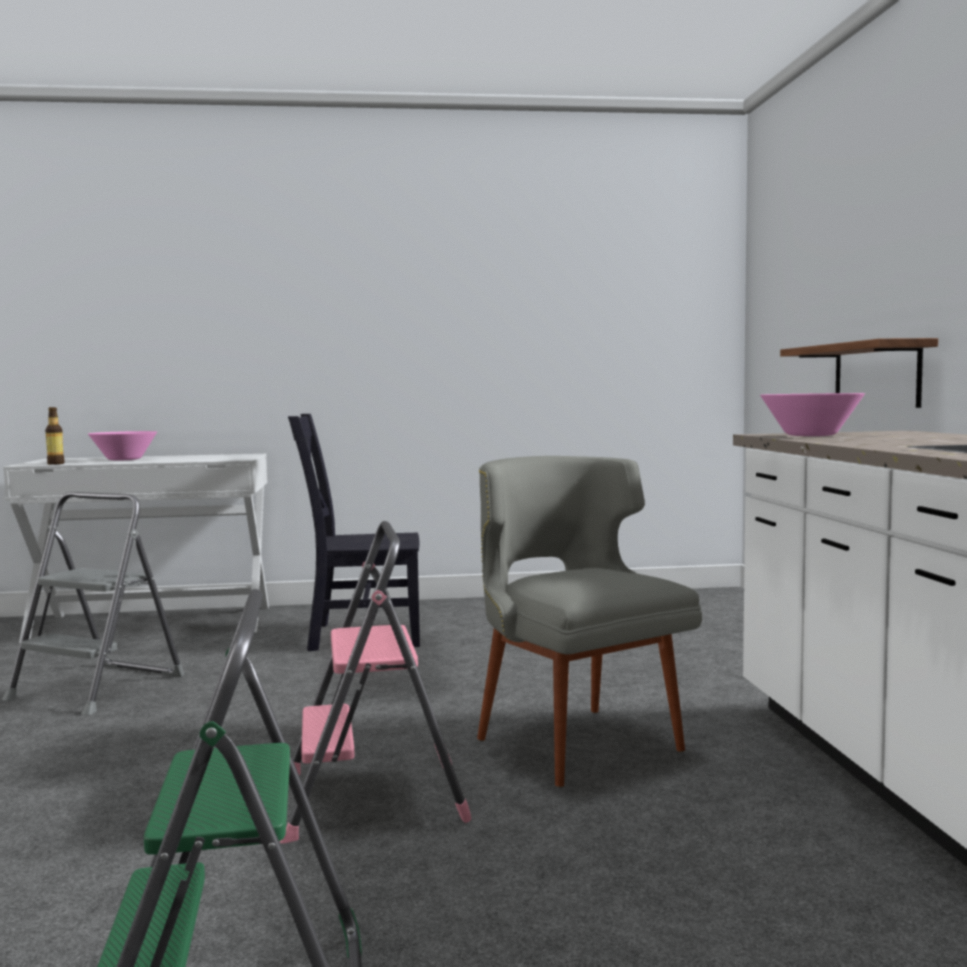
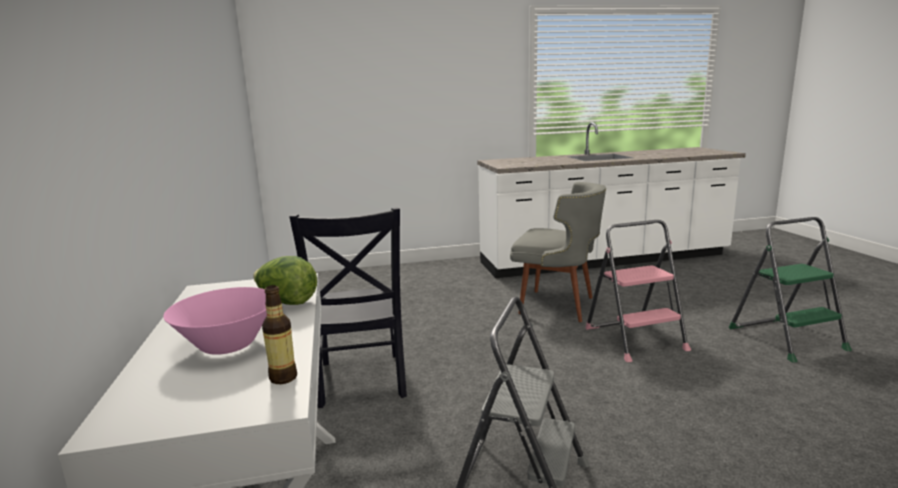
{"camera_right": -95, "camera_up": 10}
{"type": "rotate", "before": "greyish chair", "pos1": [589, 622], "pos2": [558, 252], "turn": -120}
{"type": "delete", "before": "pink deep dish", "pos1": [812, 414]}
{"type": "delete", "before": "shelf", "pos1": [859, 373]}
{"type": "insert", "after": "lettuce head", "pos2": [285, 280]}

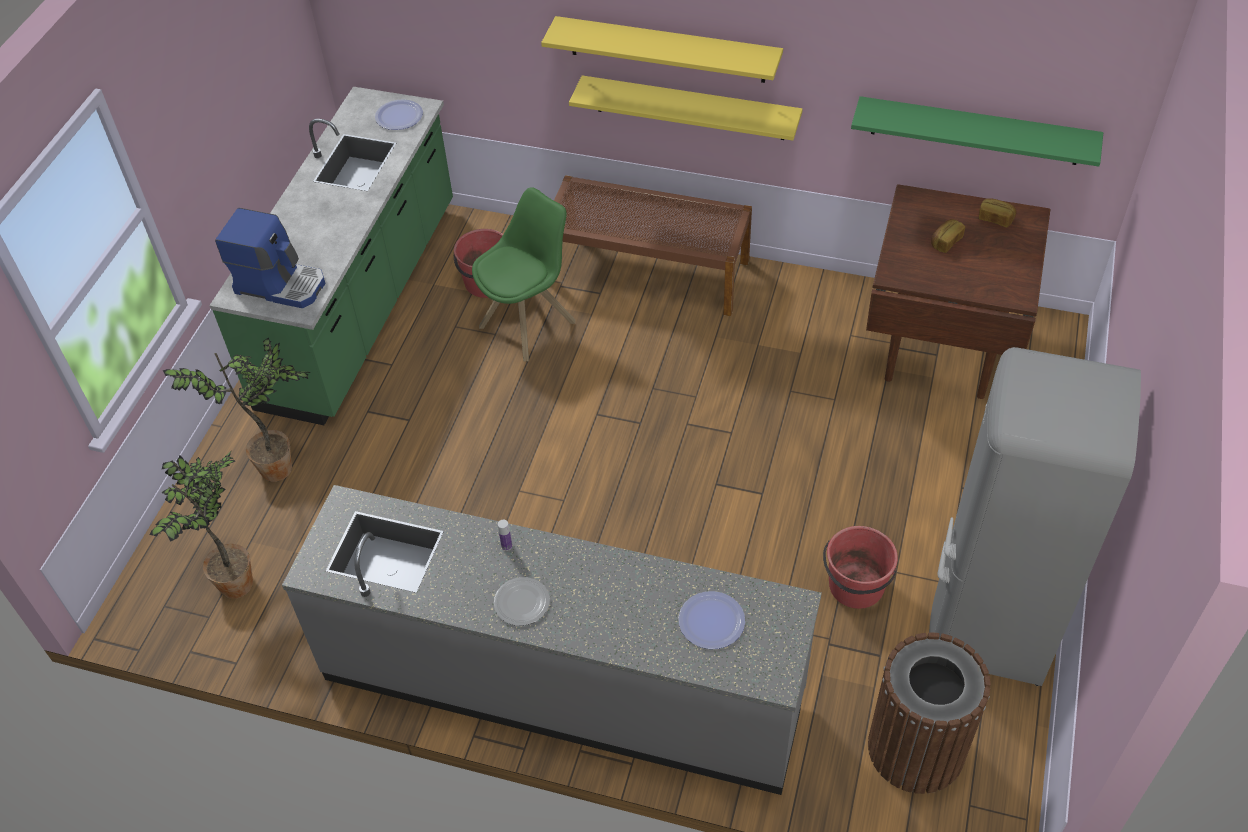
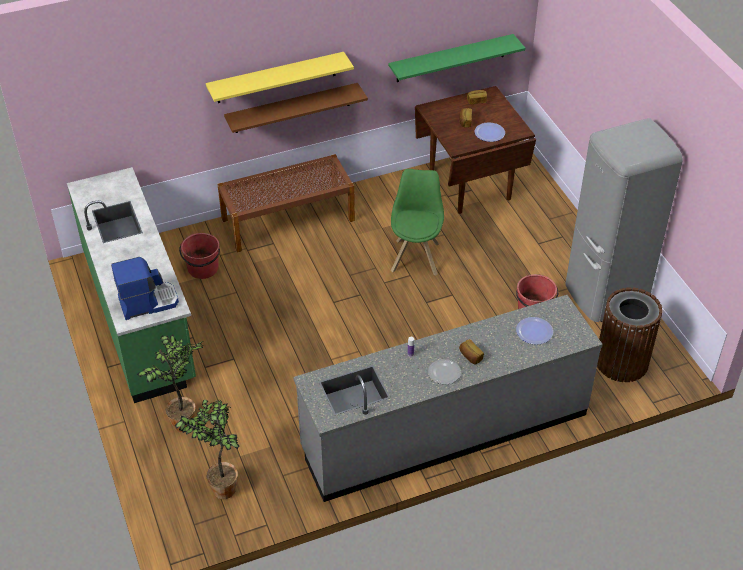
{"camera_right": -40, "camera_up": -5}
{"type": "move", "before": "plate", "pos1": [399, 114], "pos2": [490, 132]}
{"type": "move", "before": "greenish chair", "pos1": [524, 274], "pos2": [417, 222]}
{"type": "recolor", "before": "yellow shelf", "after": "brown-coloured shelf", "pos1": [686, 107], "pos2": [296, 108]}
{"type": "insert", "after": "bakery bread", "pos2": [471, 351]}

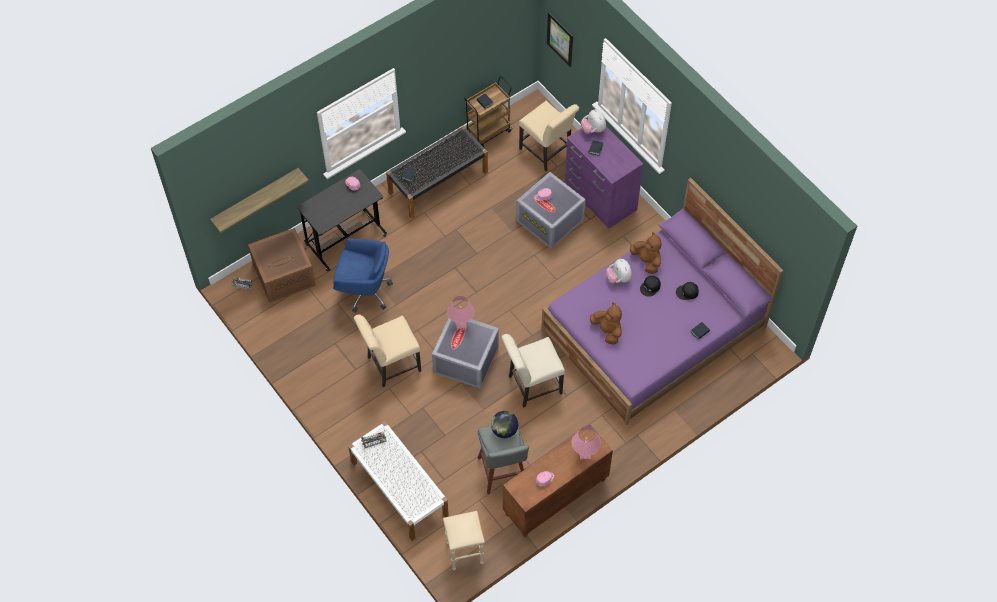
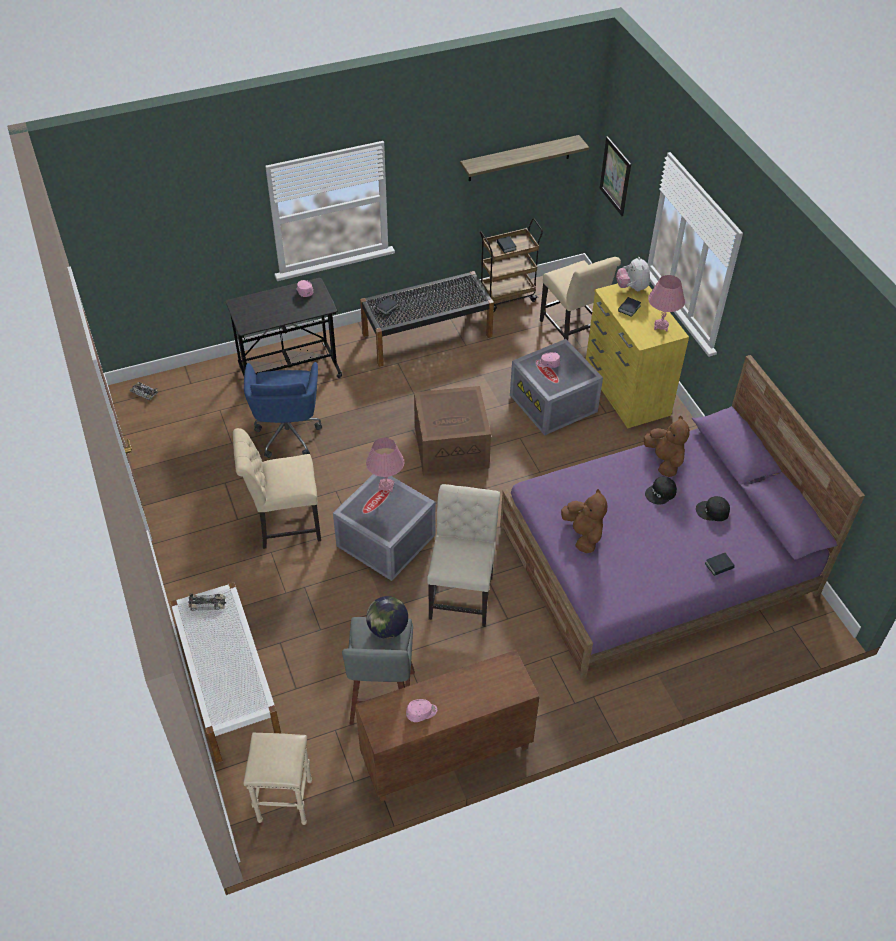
{"camera_right": 15, "camera_up": -10}
{"type": "move", "before": "shelf", "pos1": [259, 200], "pos2": [524, 158]}
{"type": "move", "before": "brown-coloured storage box", "pos1": [282, 265], "pos2": [452, 430]}
{"type": "rotate", "before": "blue-coloured computer chair", "pos1": [363, 275], "pos2": [283, 410], "turn": 60}
{"type": "rotate", "before": "beige chair", "pos1": [533, 371], "pos2": [463, 555], "turn": 105}
{"type": "recolor", "before": "purple-coloured chest of drawers", "after": "yellow chest of drawers", "pos1": [604, 178], "pos2": [637, 356]}
{"type": "move", "before": "pink table lamp", "pos1": [586, 443], "pos2": [666, 303]}
{"type": "delete", "before": "soft toy", "pos1": [619, 271]}

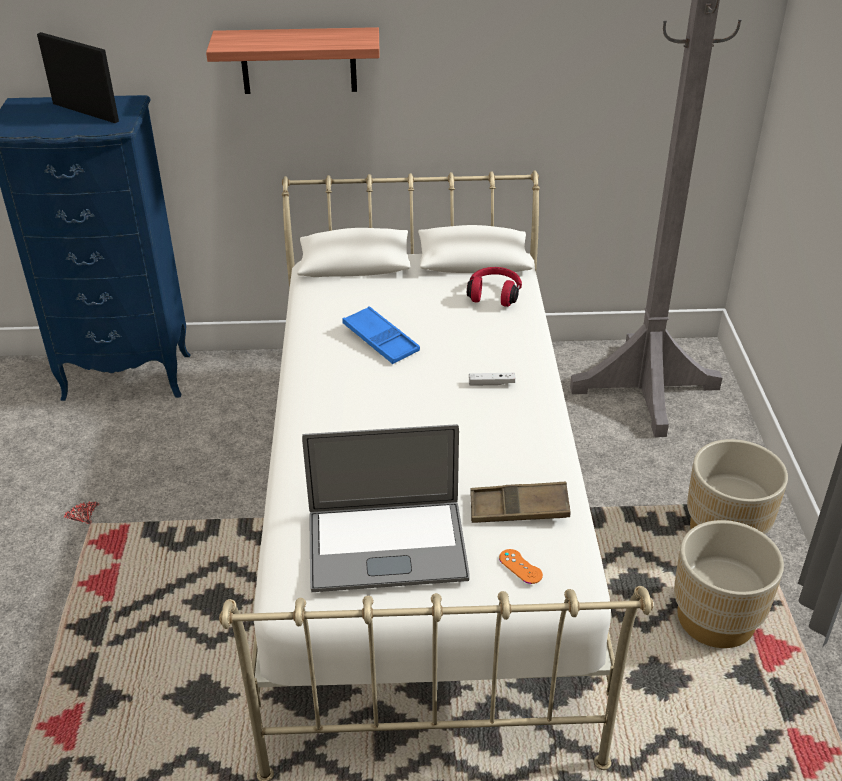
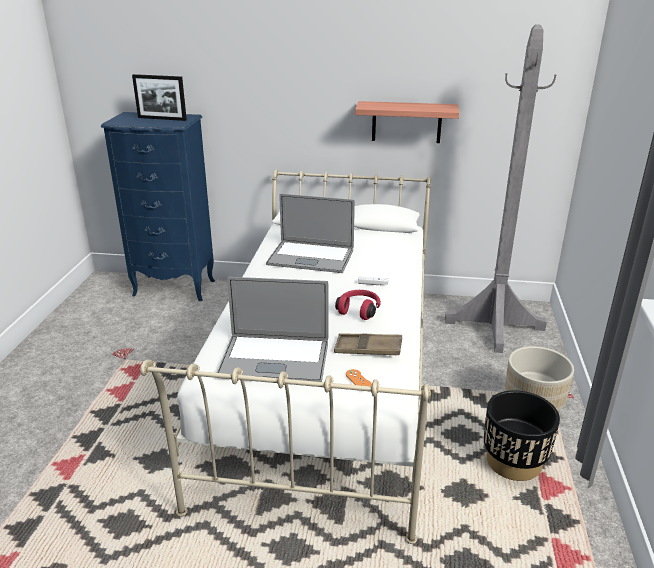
{"camera_right": 10, "camera_up": -10}
{"type": "rotate", "before": "picture frame", "pos1": [78, 77], "pos2": [159, 97], "turn": 150}
{"type": "move", "before": "shelf", "pos1": [293, 60], "pos2": [407, 122]}
{"type": "replace", "before": "blue-coloured serving tray", "after": "notebook computer", "pos1": [381, 335], "pos2": [310, 233]}
{"type": "move", "before": "red-coloured headphones", "pos1": [494, 287], "pos2": [358, 305]}
{"type": "recolor", "before": "beige plant pot", "after": "black-coloured plant pot", "pos1": [729, 584], "pos2": [522, 435]}

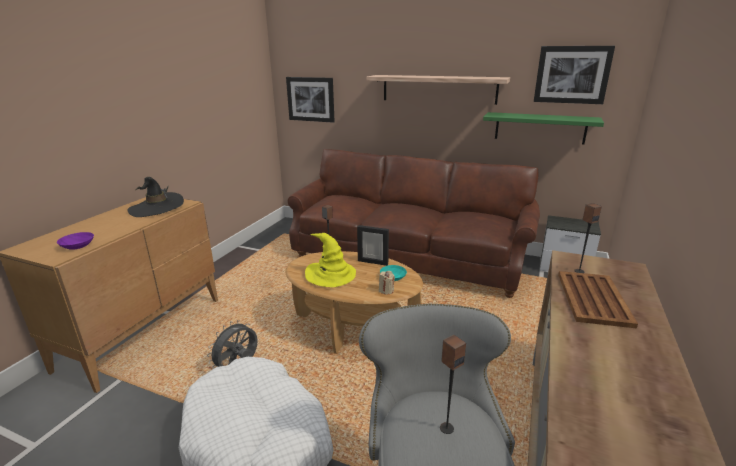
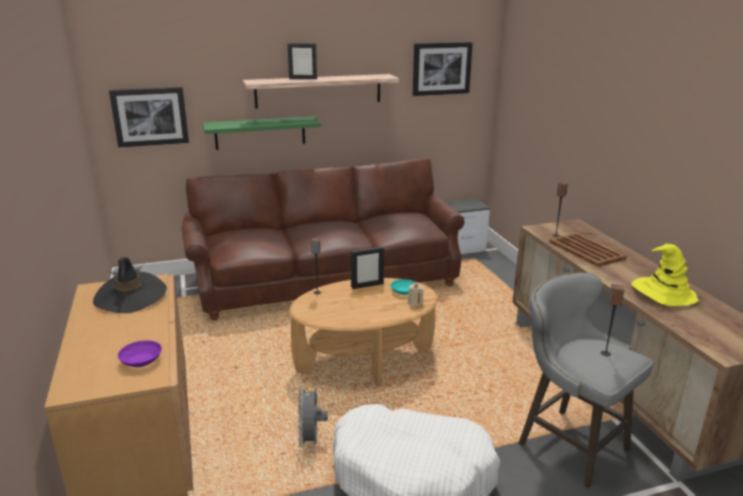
{"camera_right": -40, "camera_up": 0}
{"type": "move", "before": "yellow clothing hat", "pos1": [330, 260], "pos2": [664, 275]}
{"type": "move", "before": "greenish shelf", "pos1": [543, 128], "pos2": [261, 133]}
{"type": "insert", "after": "picture frame", "pos2": [302, 61]}

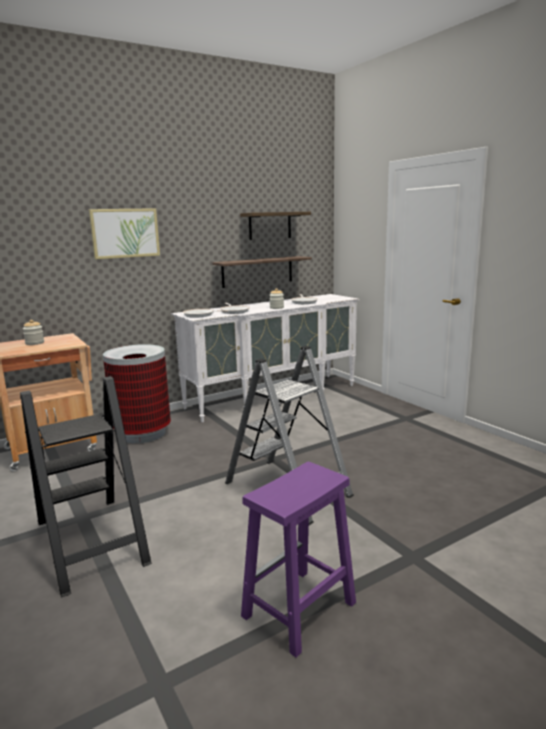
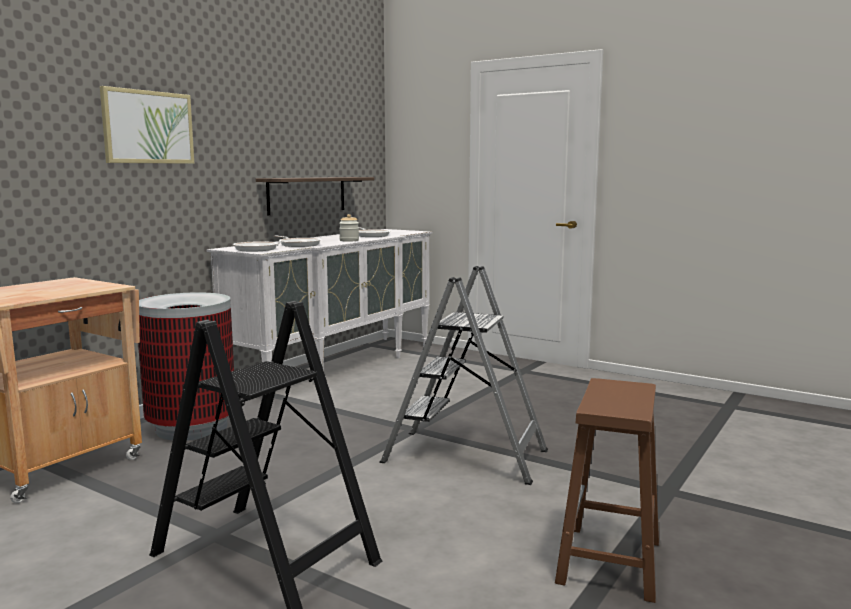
{"camera_right": -25, "camera_up": -5}
{"type": "delete", "before": "preserve jar", "pos1": [33, 332]}
{"type": "delete", "before": "shelf", "pos1": [275, 226]}
{"type": "recolor", "before": "purple-coloured sitting stool", "after": "brown-coloured sitting stool", "pos1": [298, 560], "pos2": [607, 490]}

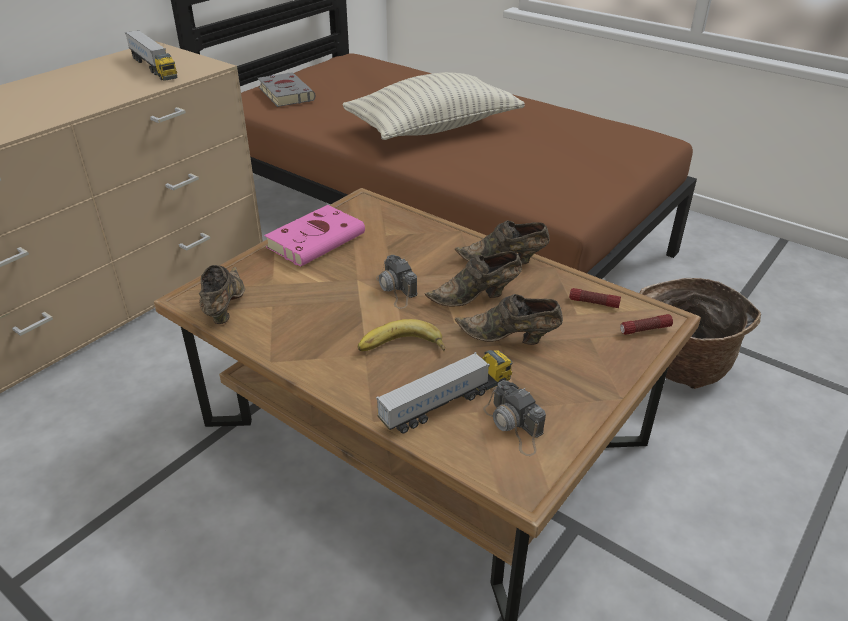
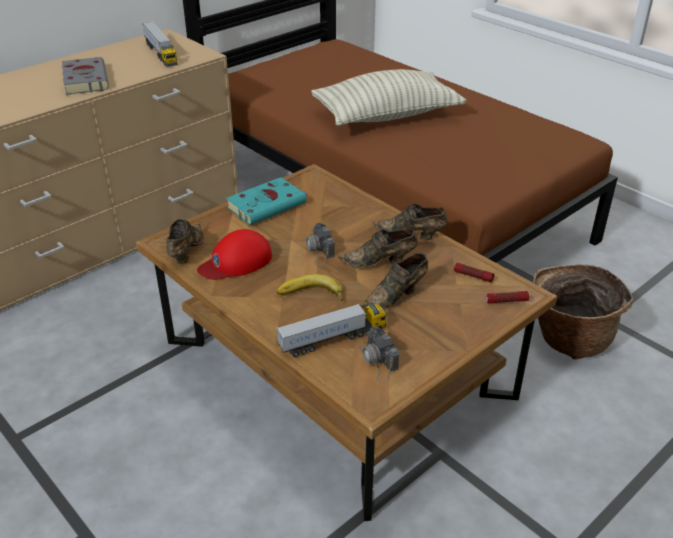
{"camera_right": 10, "camera_up": 0}
{"type": "move", "before": "greyish volume", "pos1": [286, 89], "pos2": [85, 76]}
{"type": "recolor", "before": "pink volume", "after": "blue-green volume", "pos1": [314, 236], "pos2": [267, 201]}
{"type": "rotate", "before": "brown-coloured item of footwear", "pos1": [509, 319], "pos2": [394, 281], "turn": -60}
{"type": "insert", "after": "red-coloured cap", "pos2": [234, 254]}

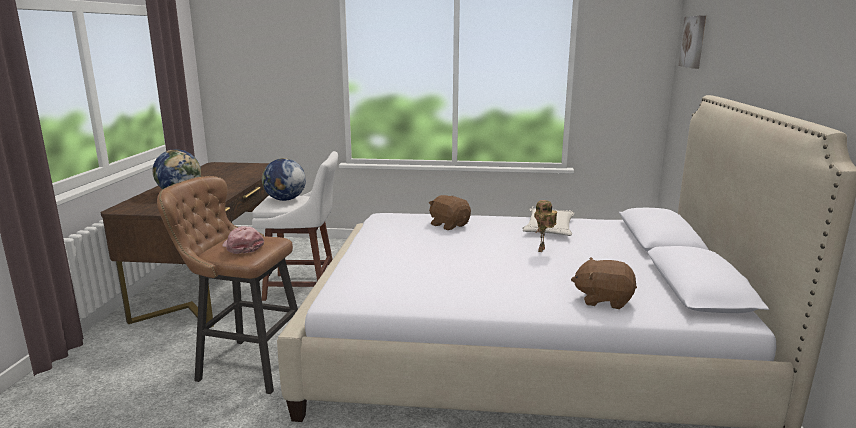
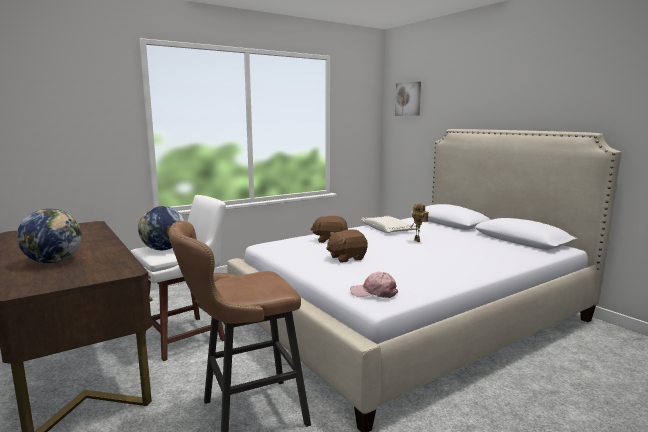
{"camera_right": -40, "camera_up": -5}
{"type": "move", "before": "pink cap", "pos1": [243, 240], "pos2": [374, 285]}
{"type": "move", "before": "brown-coloured soft toy", "pos1": [604, 283], "pos2": [347, 246]}

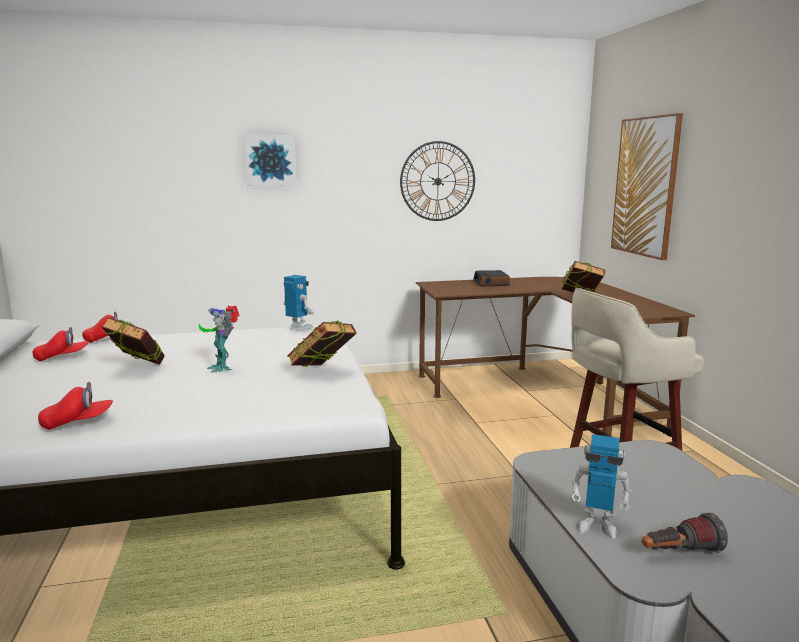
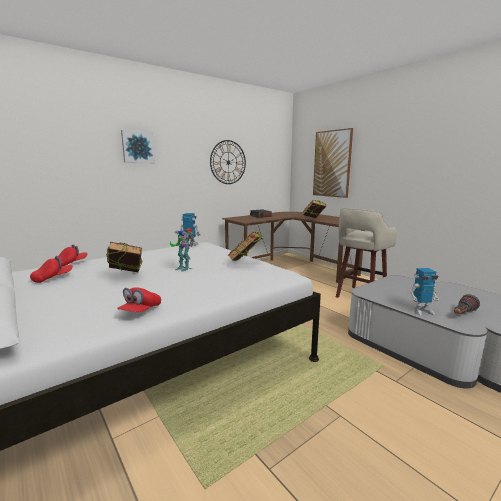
{"camera_right": -25, "camera_up": 0}
{"type": "rotate", "before": "red-coloured cap", "pos1": [75, 406], "pos2": [139, 299], "turn": 150}

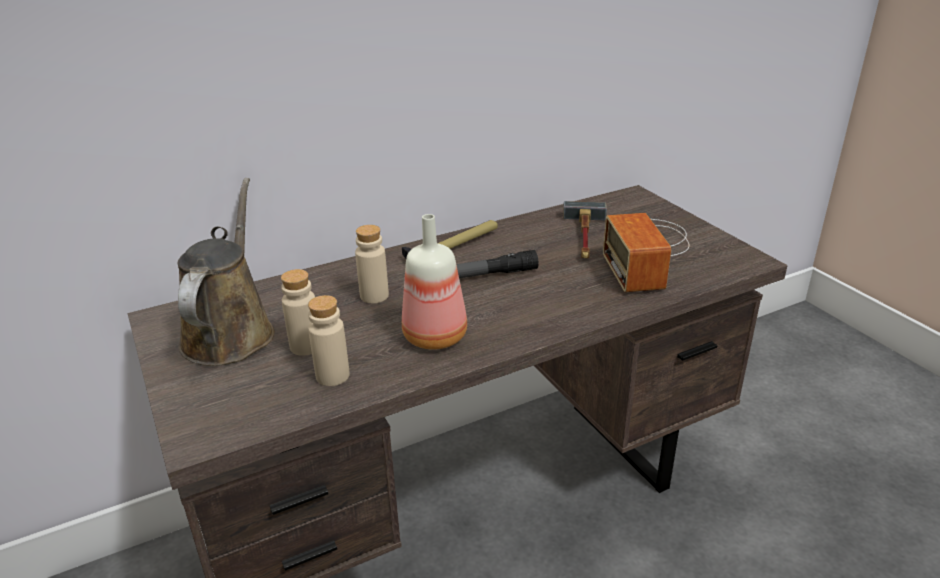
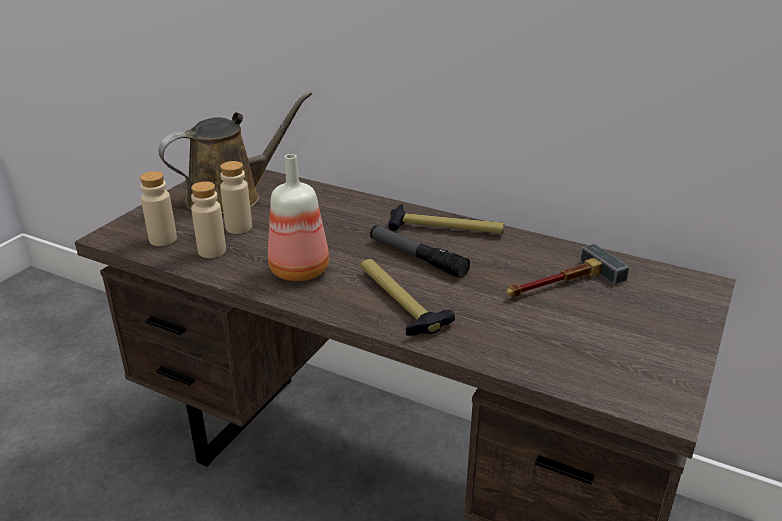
{"camera_right": 55, "camera_up": 0}
{"type": "move", "before": "beige bottle", "pos1": [372, 264], "pos2": [158, 208]}
{"type": "delete", "before": "radio", "pos1": [646, 252]}
{"type": "insert", "after": "hammer", "pos2": [407, 297]}

